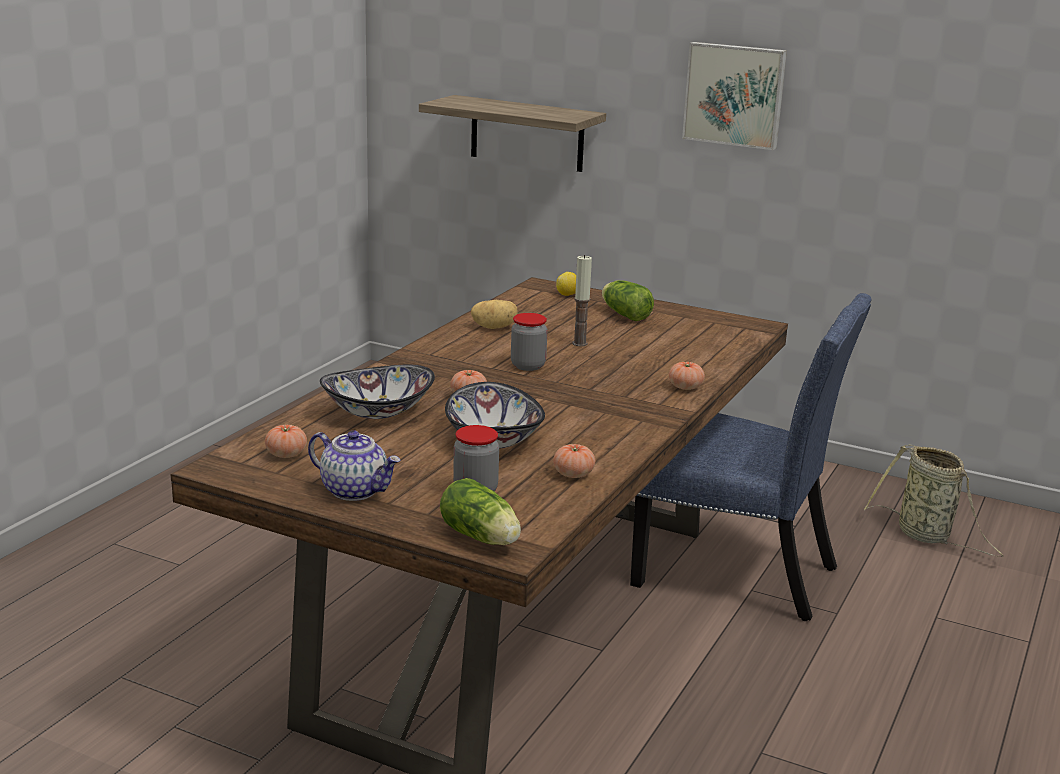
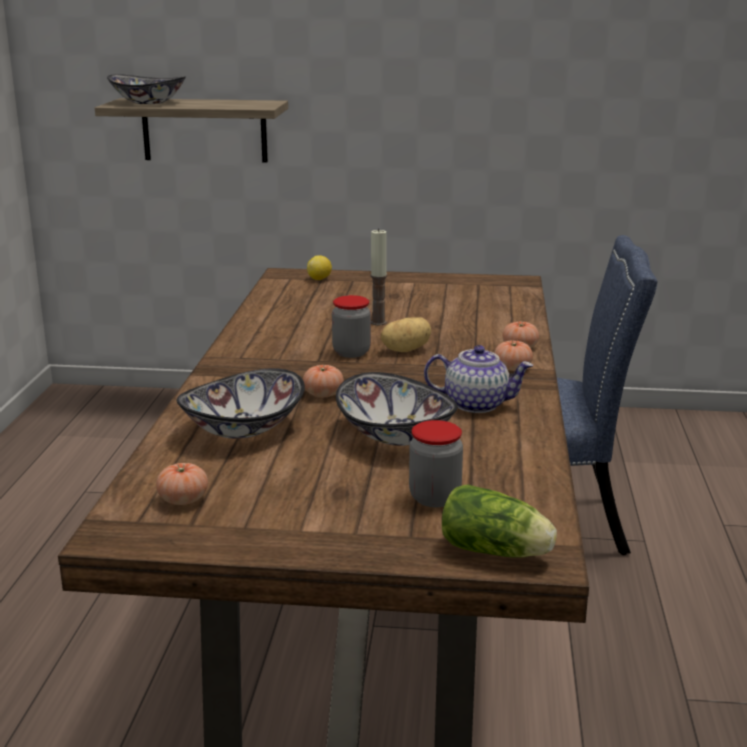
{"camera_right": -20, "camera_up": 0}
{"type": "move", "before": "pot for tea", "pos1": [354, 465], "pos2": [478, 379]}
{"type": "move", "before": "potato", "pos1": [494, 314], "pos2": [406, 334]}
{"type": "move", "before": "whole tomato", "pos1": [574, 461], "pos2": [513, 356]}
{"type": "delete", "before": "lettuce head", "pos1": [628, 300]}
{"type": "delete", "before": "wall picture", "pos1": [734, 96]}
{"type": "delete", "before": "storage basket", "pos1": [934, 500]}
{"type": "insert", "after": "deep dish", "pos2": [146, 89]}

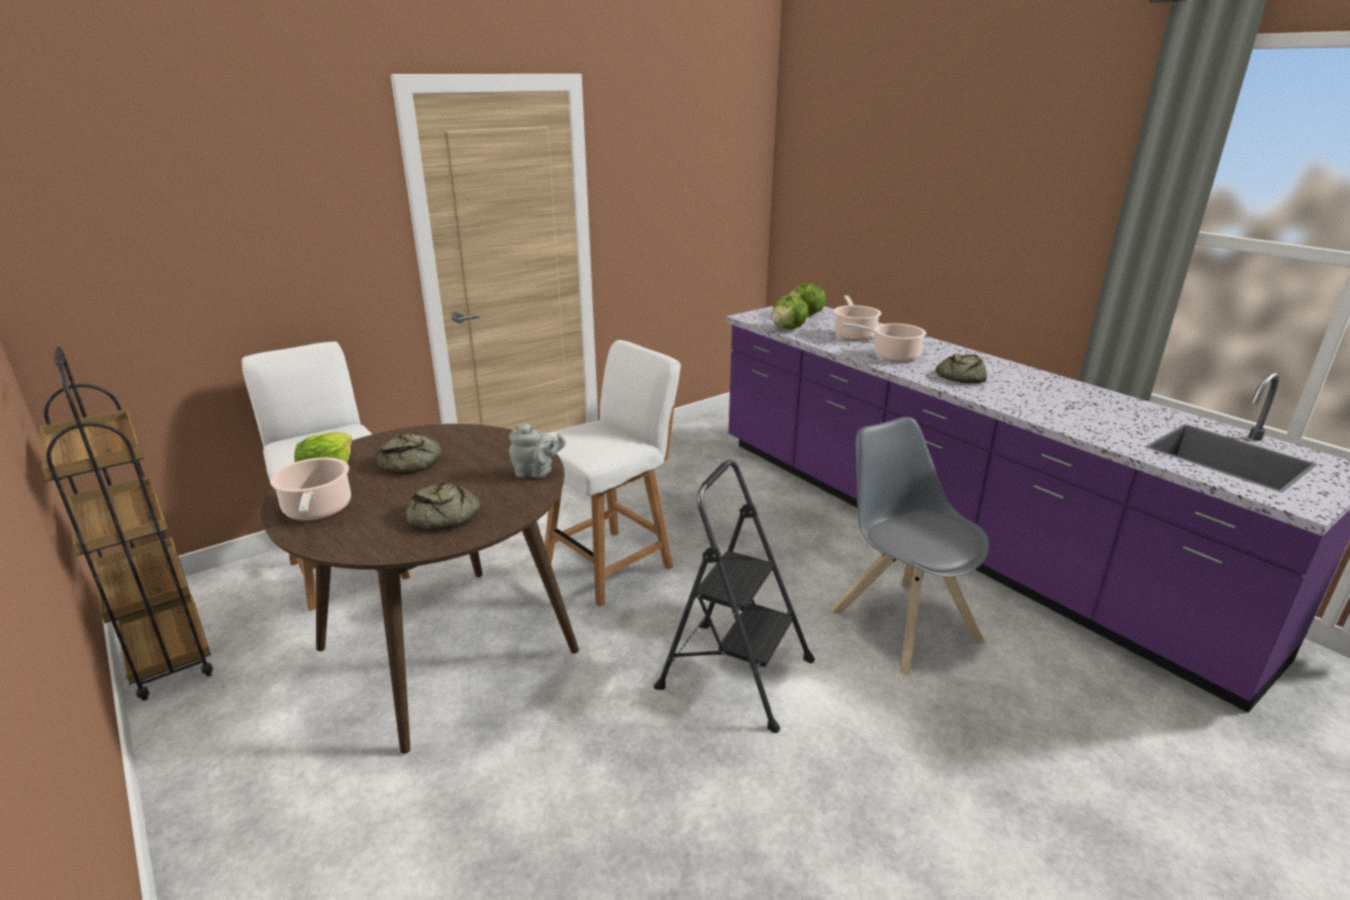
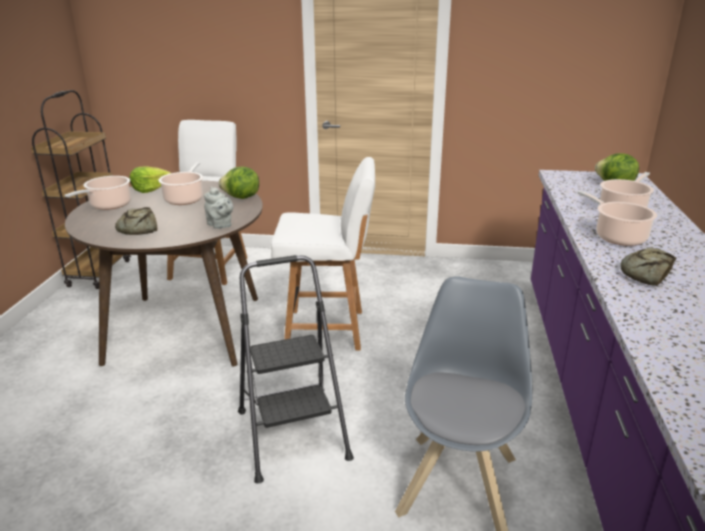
{"camera_right": 45, "camera_up": 0}
{"type": "replace", "before": "bakery bread", "after": "saucepot", "pos1": [408, 454], "pos2": [180, 183]}
{"type": "move", "before": "lettuce head", "pos1": [790, 312], "pos2": [239, 183]}

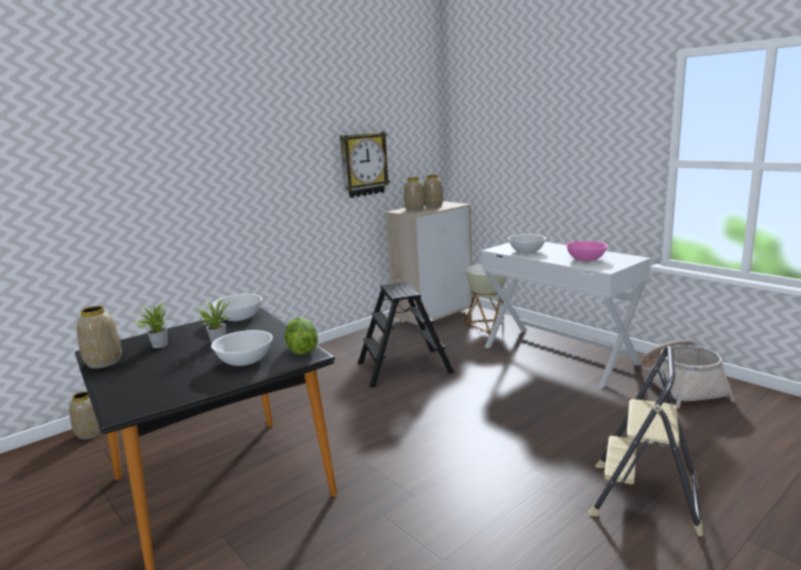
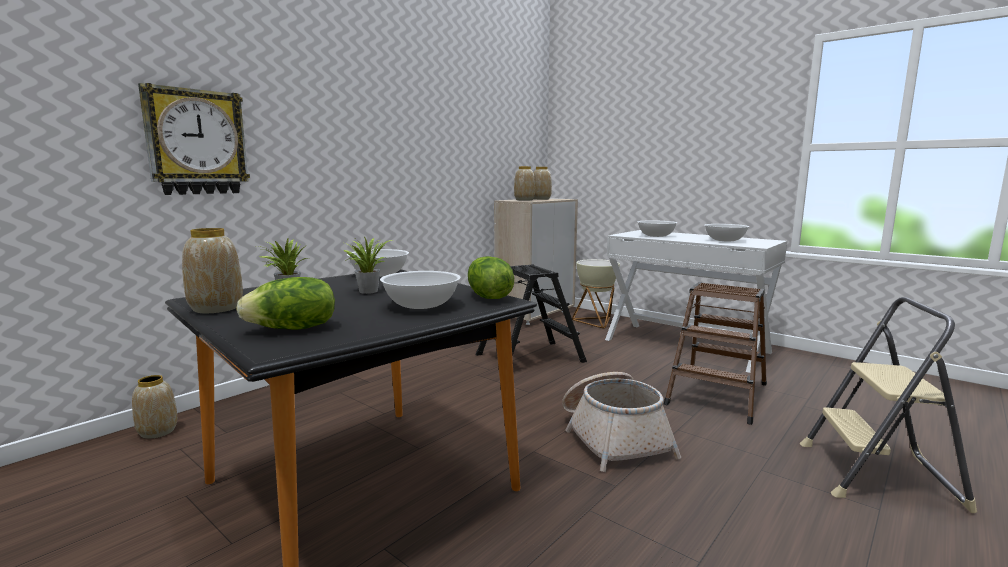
{"camera_right": -10, "camera_up": -5}
{"type": "move", "before": "hanging clock", "pos1": [365, 164], "pos2": [194, 139]}
{"type": "recolor", "before": "pink deep dish", "after": "white deep dish", "pos1": [587, 251], "pos2": [727, 232]}
{"type": "move", "before": "storage basket", "pos1": [687, 374], "pos2": [621, 422]}
{"type": "insert", "after": "lettuce head", "pos2": [285, 303]}
{"type": "insert", "after": "brown-coloured step stool", "pos2": [715, 353]}

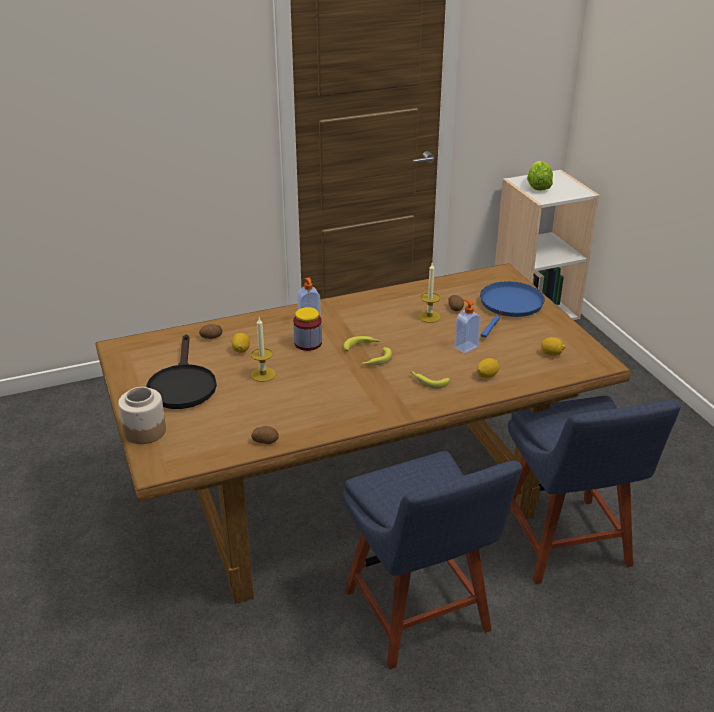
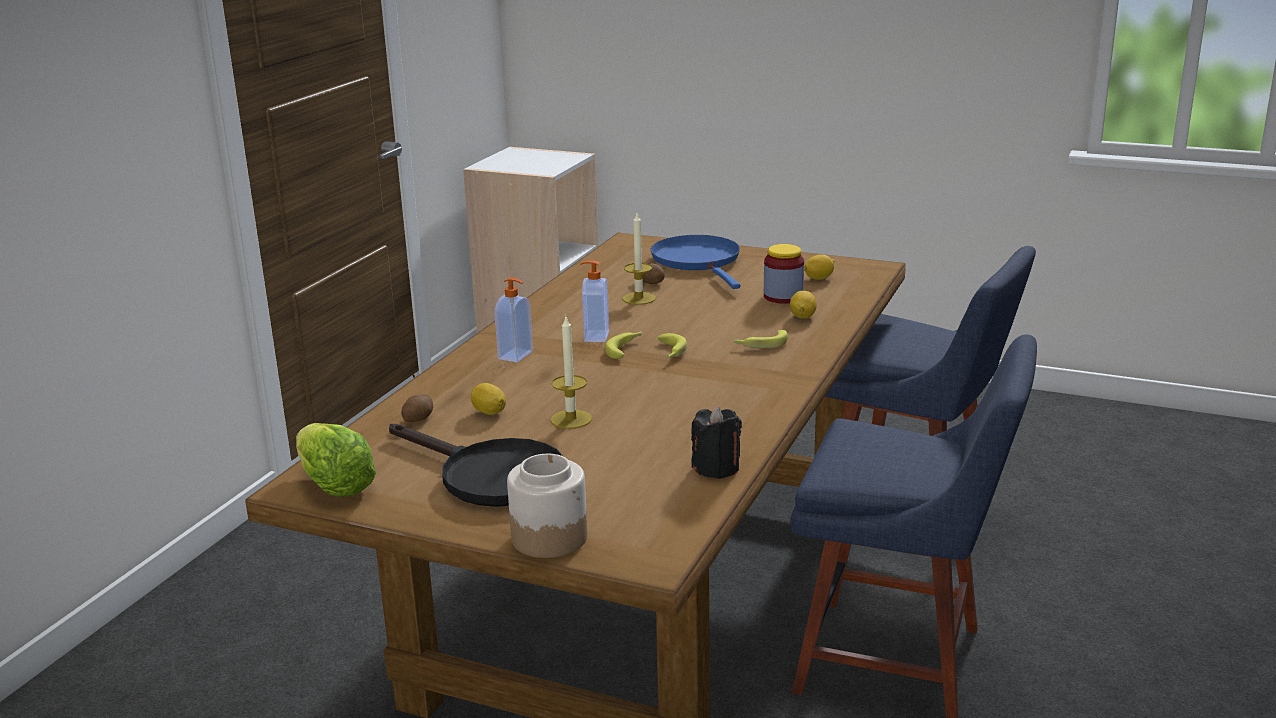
{"camera_right": -45, "camera_up": -10}
{"type": "replace", "before": "potato", "after": "black-coloured wax candle", "pos1": [265, 435], "pos2": [716, 443]}
{"type": "move", "before": "preserve jar", "pos1": [307, 329], "pos2": [784, 274]}
{"type": "move", "before": "soap dispenser", "pos1": [467, 326], "pos2": [594, 301]}
{"type": "move", "before": "lettuce head", "pos1": [540, 176], "pos2": [336, 460]}

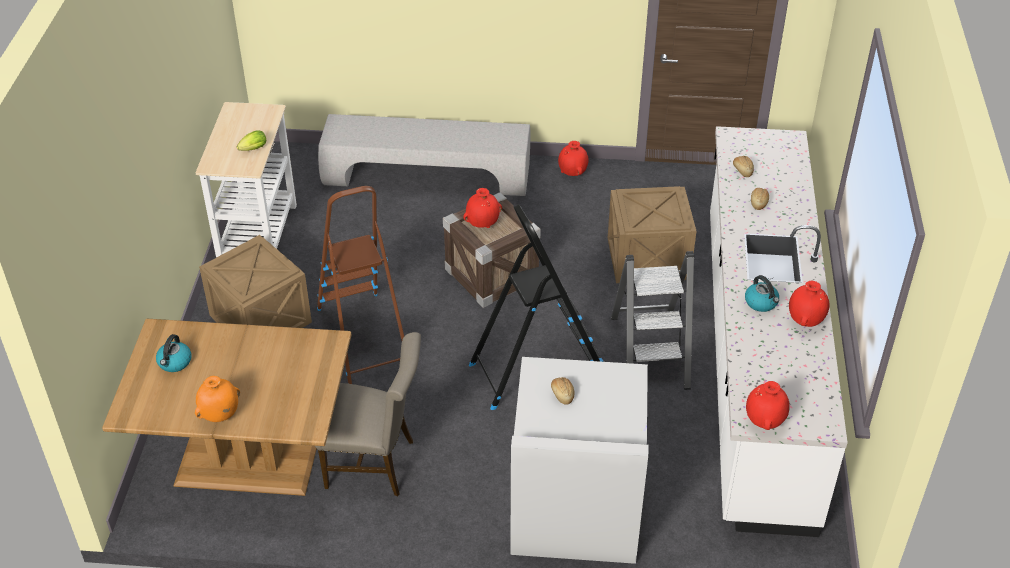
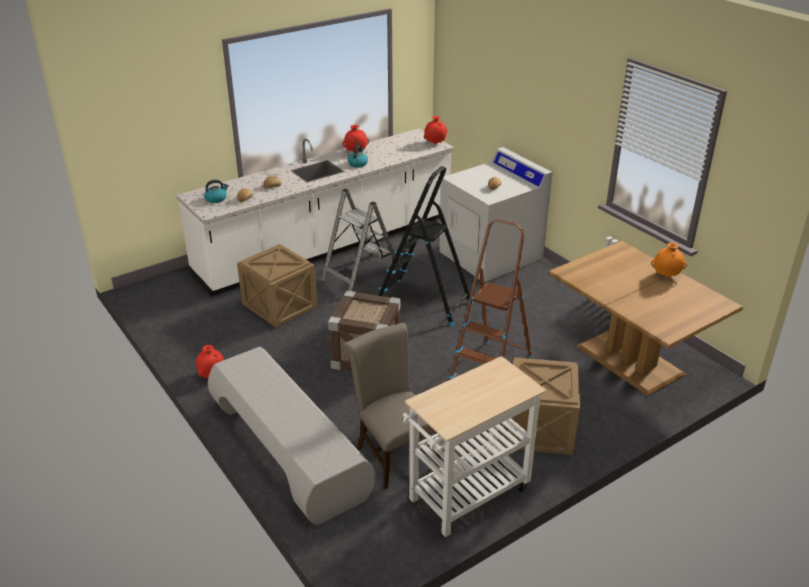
{"camera_right": -130, "camera_up": -10}
{"type": "move", "before": "tea kettle", "pos1": [173, 353], "pos2": [216, 191]}
{"type": "delete", "before": "lettuce head", "pos1": [251, 140]}
{"type": "move", "before": "beige chair", "pos1": [368, 414], "pos2": [392, 406]}
{"type": "delete", "before": "red-coloured vase", "pos1": [482, 208]}

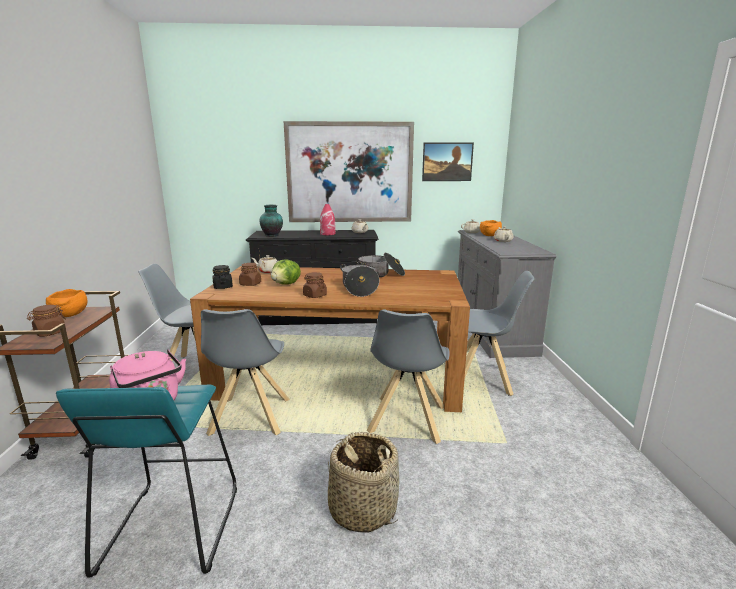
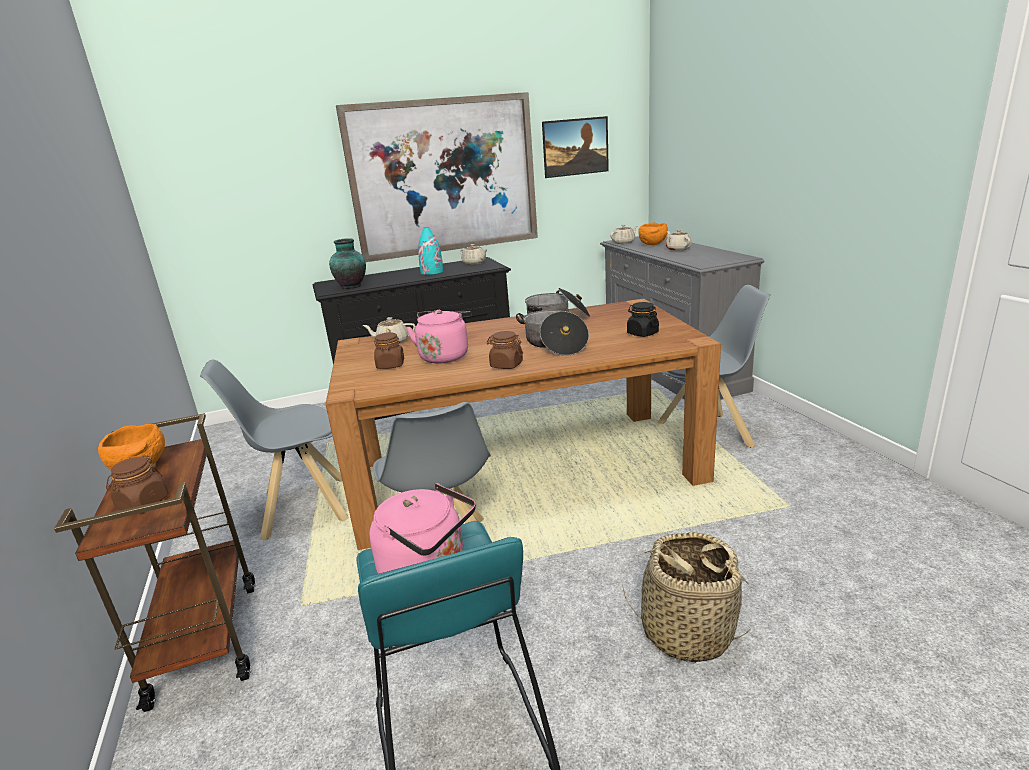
{"camera_right": -15, "camera_up": 5}
{"type": "move", "before": "black-coloured preserve jar", "pos1": [222, 277], "pos2": [643, 319]}
{"type": "replace", "before": "lettuce head", "after": "pink tea kettle", "pos1": [286, 272], "pos2": [438, 336]}
{"type": "recolor", "before": "red-coloured vase", "after": "blue-green vase", "pos1": [328, 219], "pos2": [430, 251]}
{"type": "delete", "before": "greyish chair", "pos1": [408, 376]}

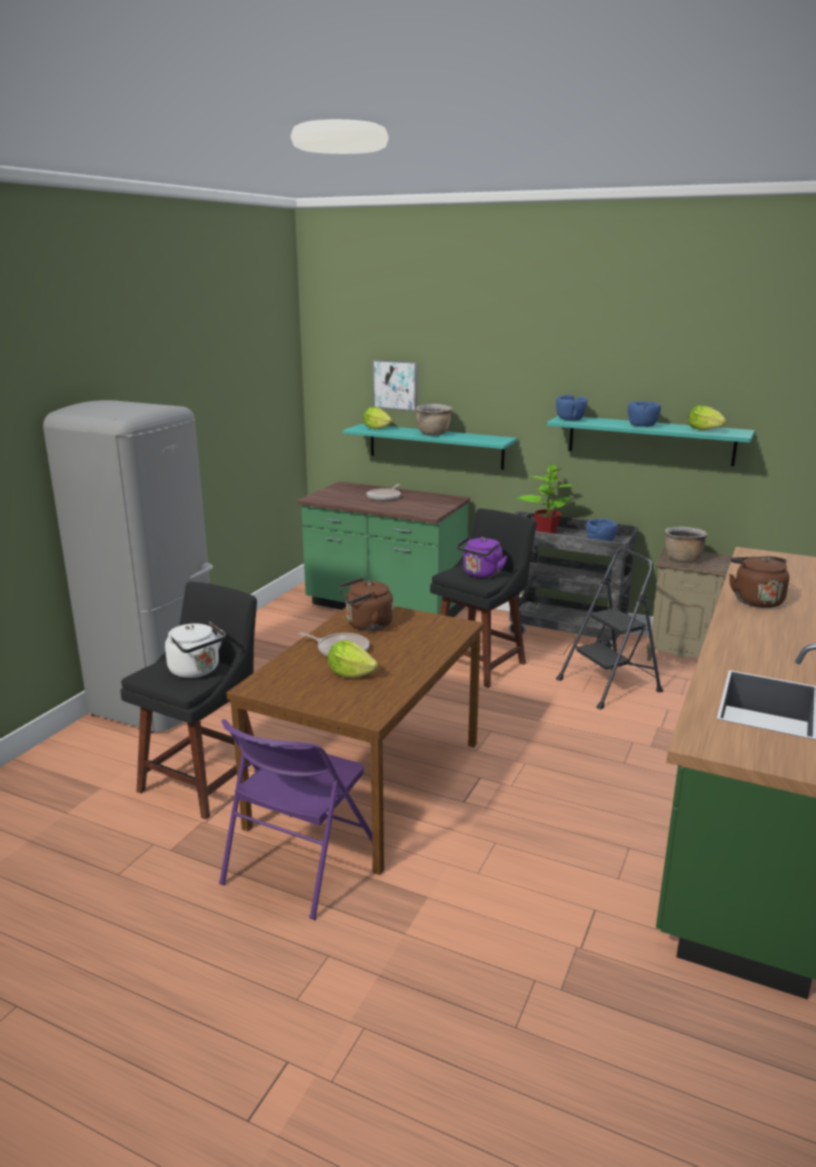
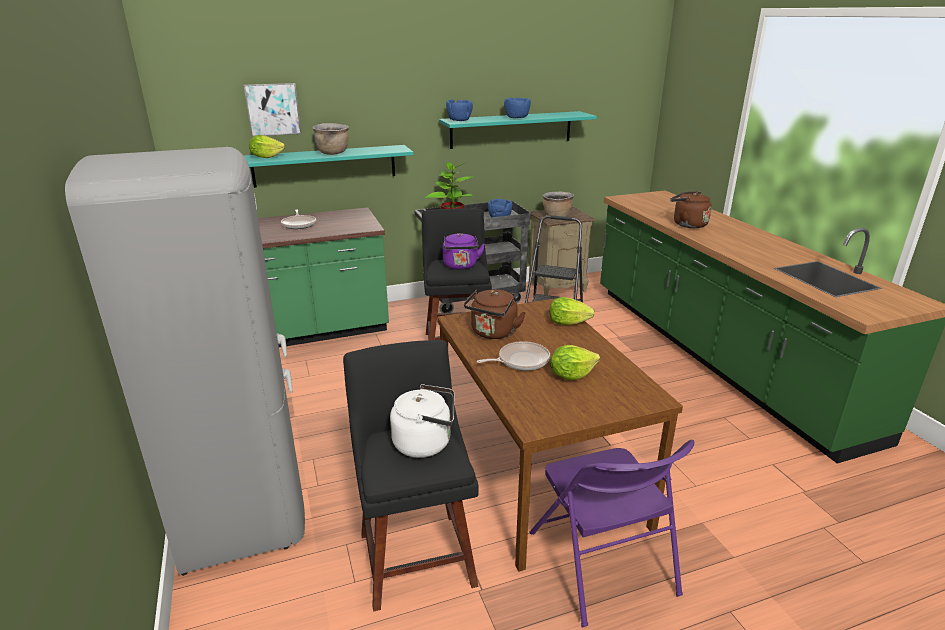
{"camera_right": -45, "camera_up": 5}
{"type": "move", "before": "lettuce head", "pos1": [707, 417], "pos2": [572, 311]}

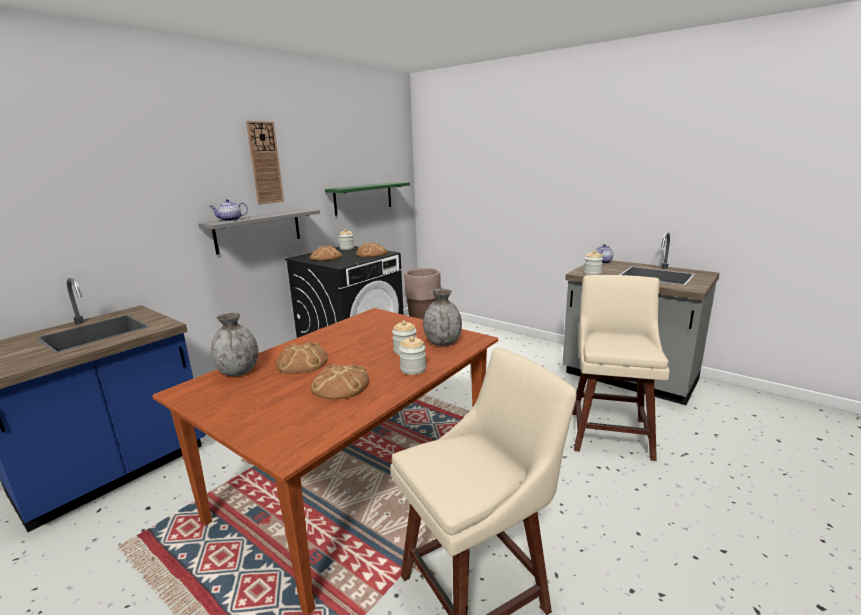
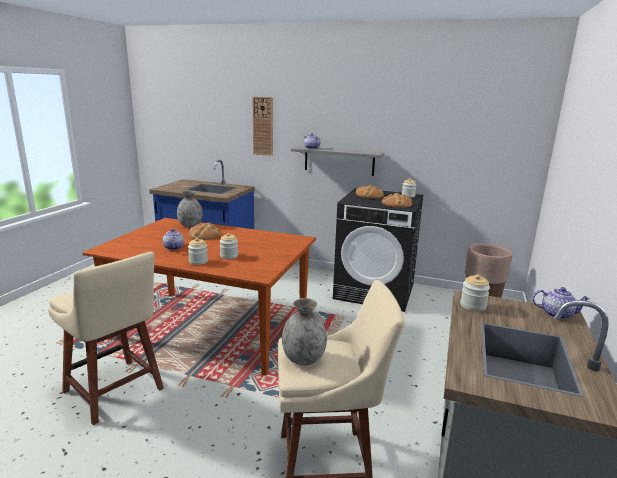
{"camera_right": 70, "camera_up": 0}
{"type": "move", "before": "hanging clock", "pos1": [265, 162], "pos2": [262, 126]}
{"type": "replace", "before": "bakery bread", "after": "pot for tea", "pos1": [340, 381], "pos2": [173, 239]}
{"type": "delete", "before": "greenish shelf", "pos1": [367, 199]}
{"type": "move", "before": "greyish vase", "pos1": [442, 317], "pos2": [304, 331]}

